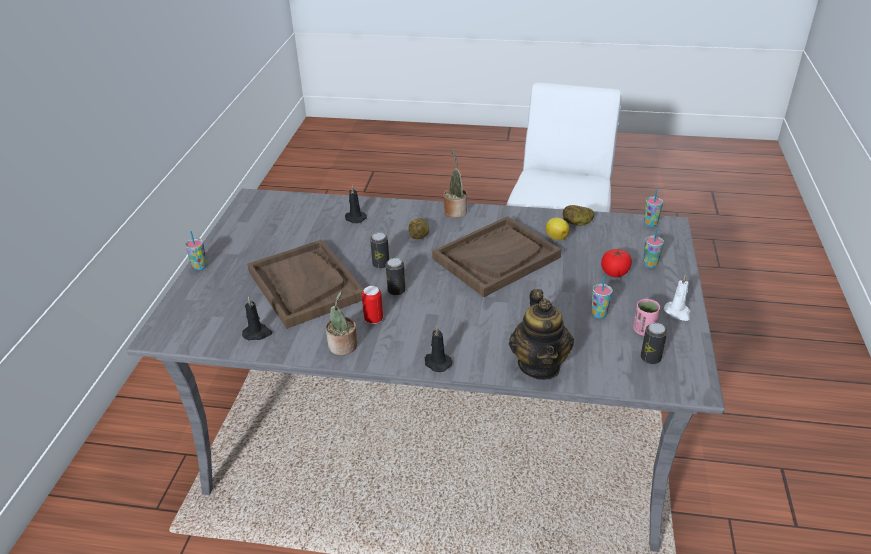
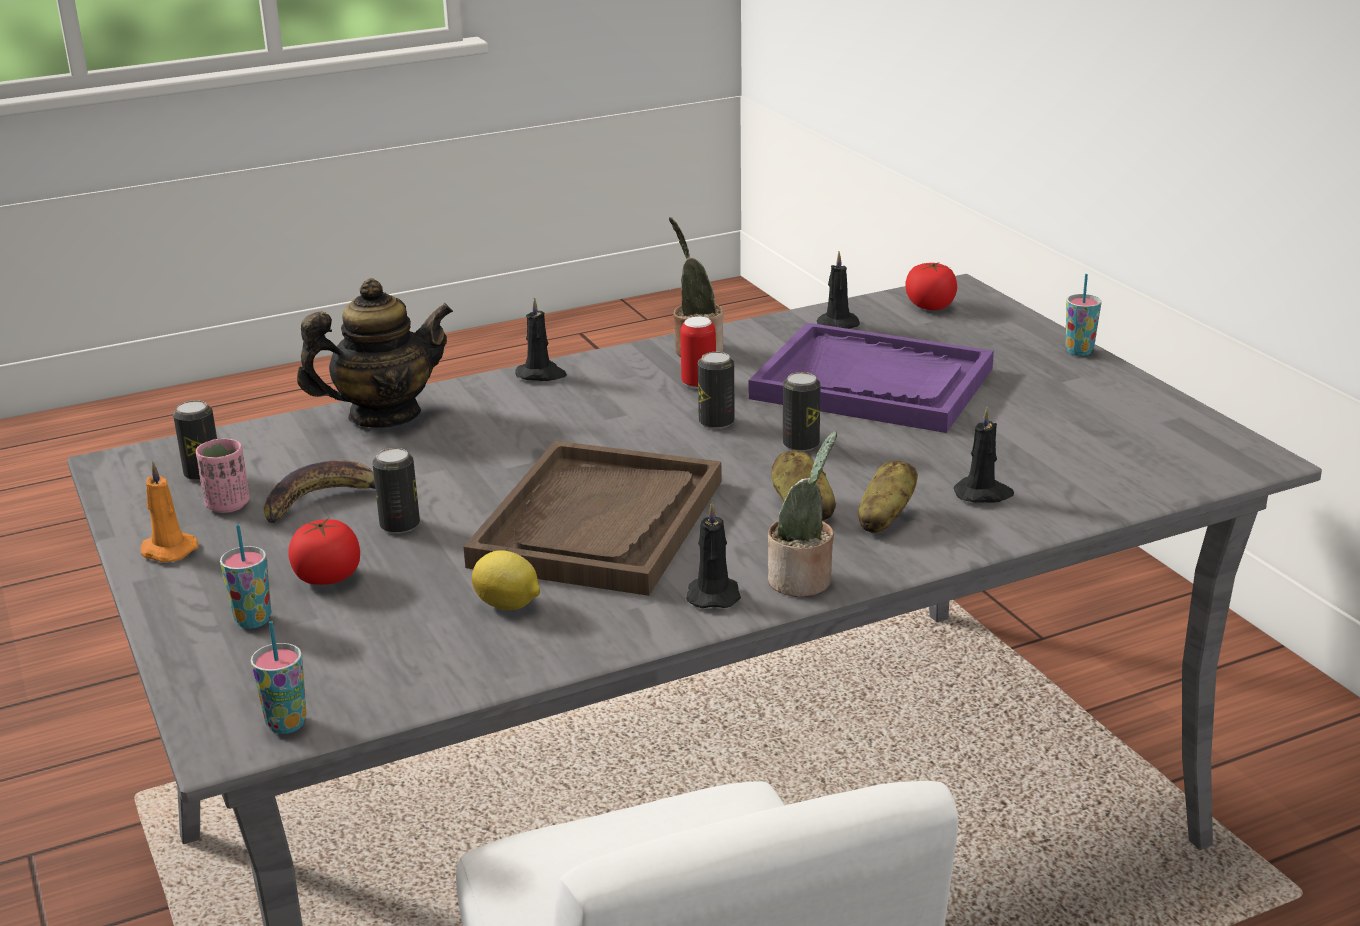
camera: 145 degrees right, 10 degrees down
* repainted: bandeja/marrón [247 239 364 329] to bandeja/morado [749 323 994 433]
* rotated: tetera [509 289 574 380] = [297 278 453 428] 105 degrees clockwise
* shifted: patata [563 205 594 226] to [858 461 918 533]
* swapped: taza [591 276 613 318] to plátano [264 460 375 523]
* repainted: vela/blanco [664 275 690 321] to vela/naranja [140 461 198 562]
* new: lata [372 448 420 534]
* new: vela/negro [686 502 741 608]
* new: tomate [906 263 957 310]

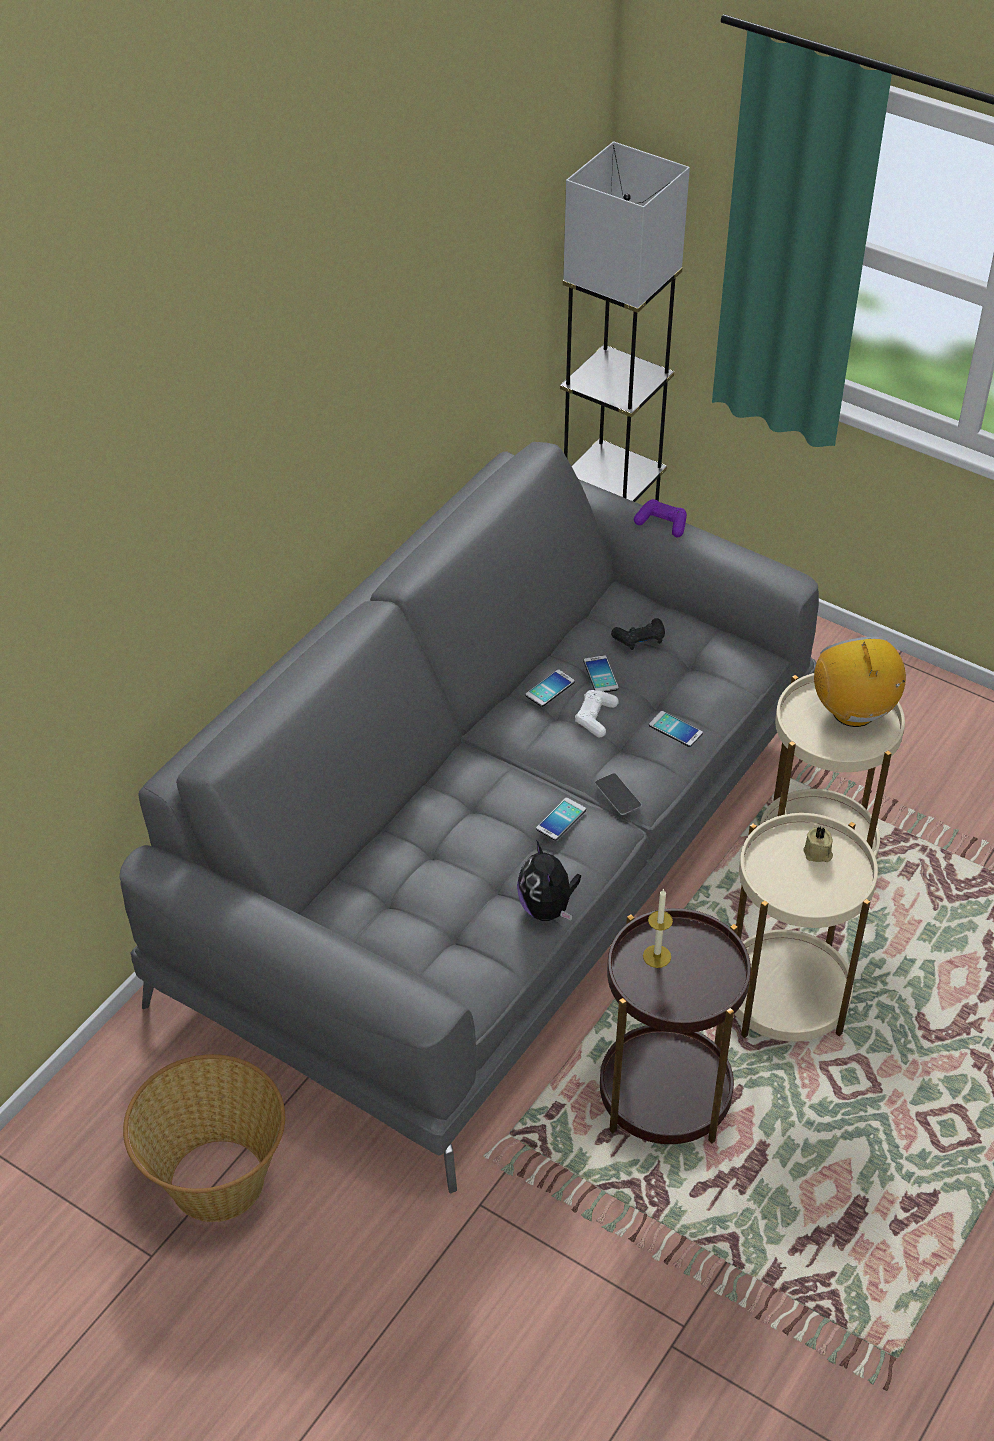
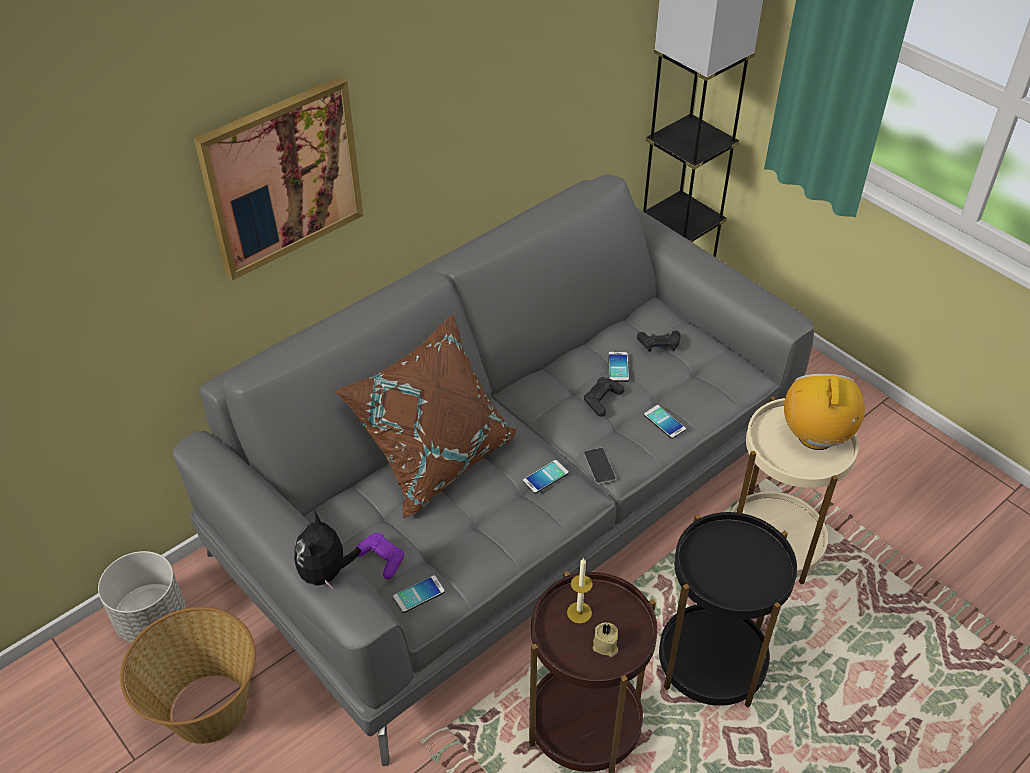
camera: 15 degrees right, 0 degrees up
* shifted: peluche [517 840 581 921] to [294 511 362 590]
* shifted: móvil [525 669 575 707] to [393 575 445 613]
* repainted: mando de consola/blanco [575 690 619 737] to mando de consola/negro [584 377 625 417]
* shifted: mando de consola/morado [634 499 687 537] to [355 533 404 579]
* repainted: mesa auxiliar/beis [734 813 878 1042] to mesa auxiliar/negro [659 512 797 708]
* shifted: vela/beis [803 826 833 862] to [593 622 618 657]
* new: maceta/gris [98 551 185 643]
* new: cuadro [194 77 363 281]
* new: cojín/marrón [334 313 517 519]

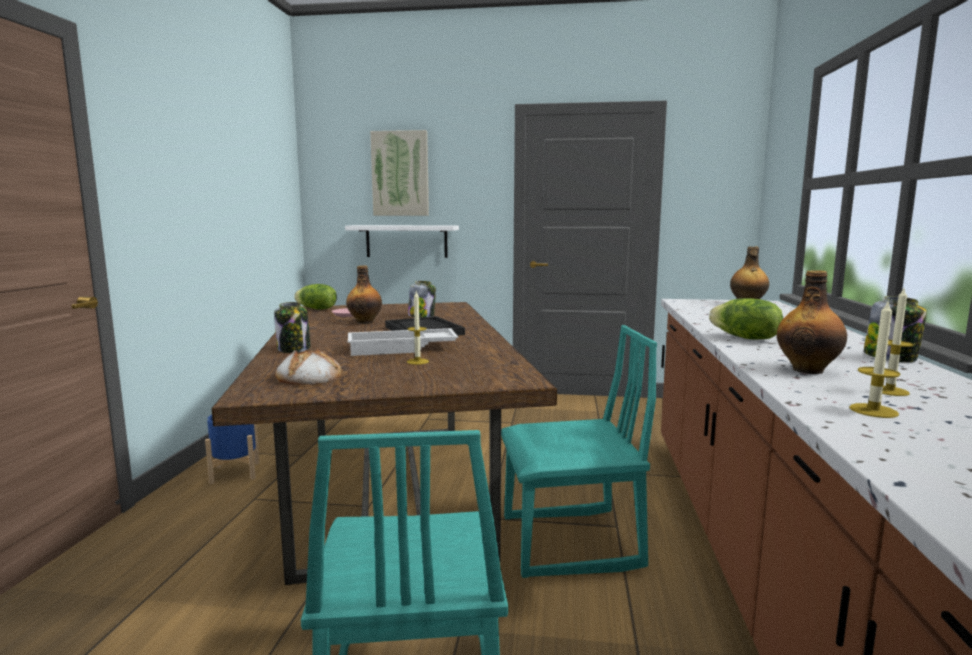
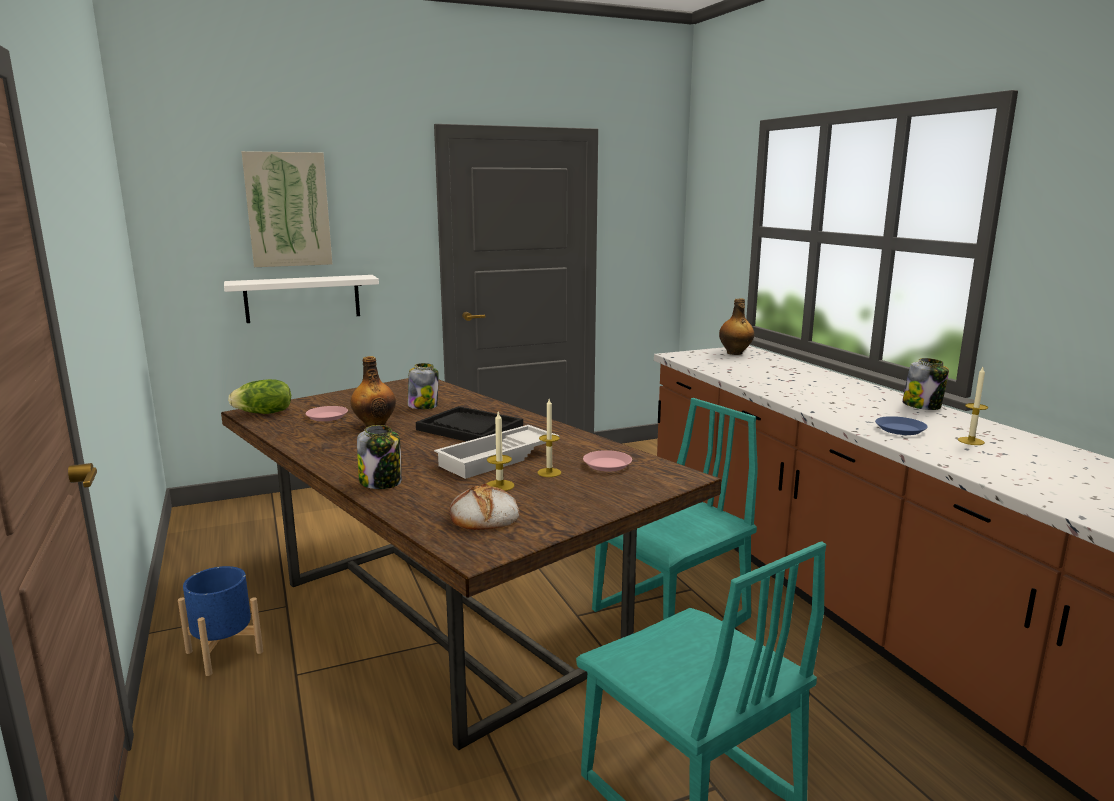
camera: 30 degrees left, 5 degrees up
* gone: lechuga [709 298 783 340]
* swapped: botella [777 270 847 374] to plato/azul [875 416 927 435]
* shifted: vela [849 302 901 418] to [487 412 514 491]
* new: plato/rosa [583 450 632 471]

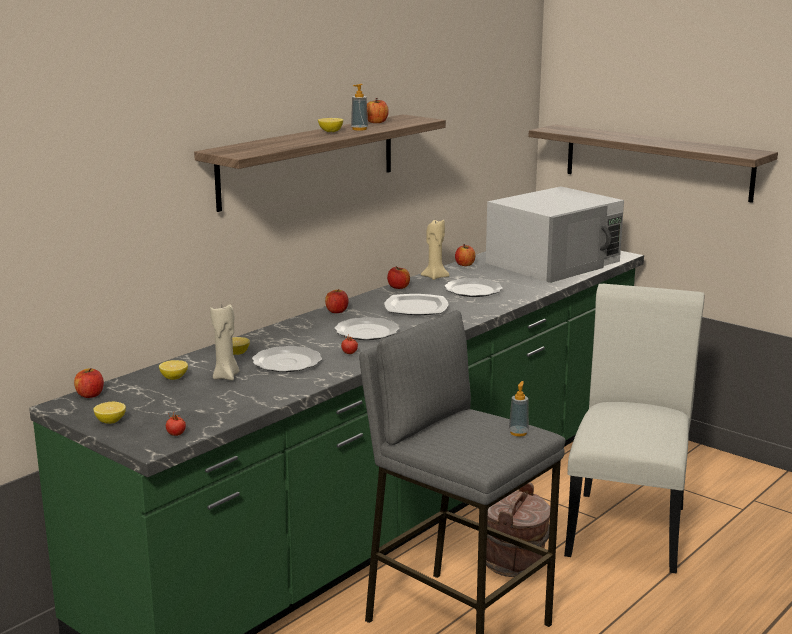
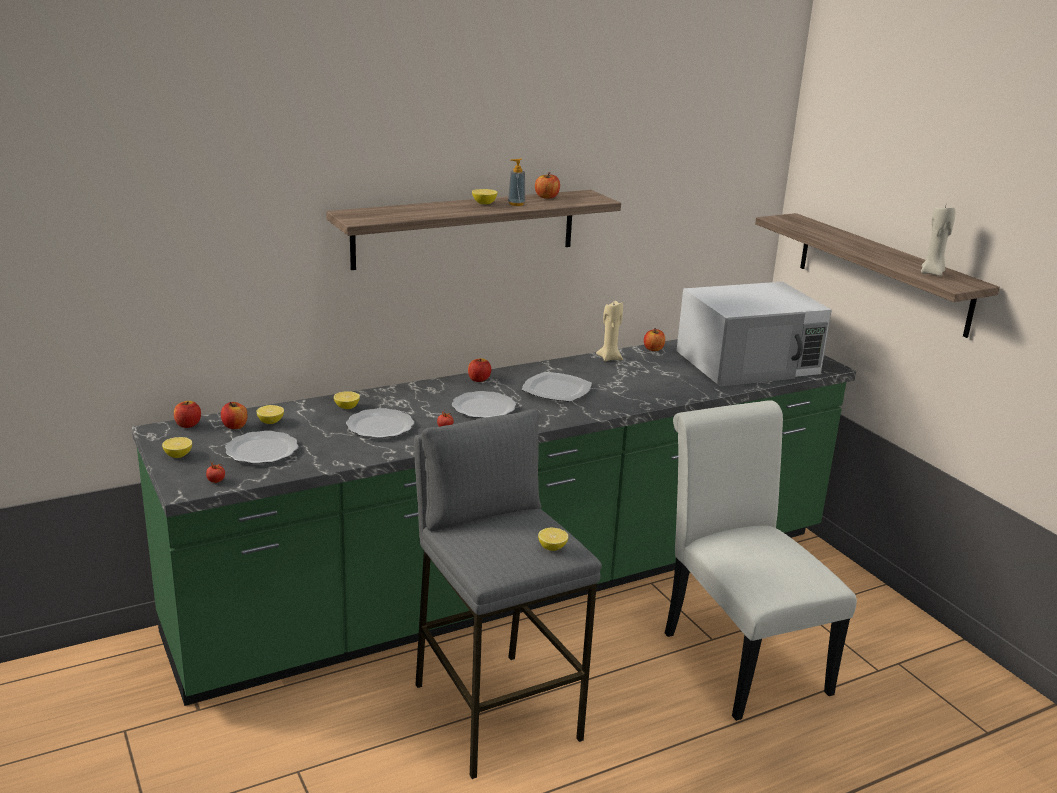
camera: 20 degrees right, 5 degrees up
* shifted: vela/beis [210 304 239 380] to [921 206 955 276]
* shifted: manzana [387 266 410 289] to [221 402 247 429]
* shifted: plato [444 278 502 297] to [225 431 298 464]
* gone: cubo/marrón [486 482 550 577]
* swapped: dispensador de jabón [509 381 529 436] to limón [538 528 568 551]
* rotated: silla/blanco [564 284 704 573] = [665 400 857 721] 60 degrees counterclockwise

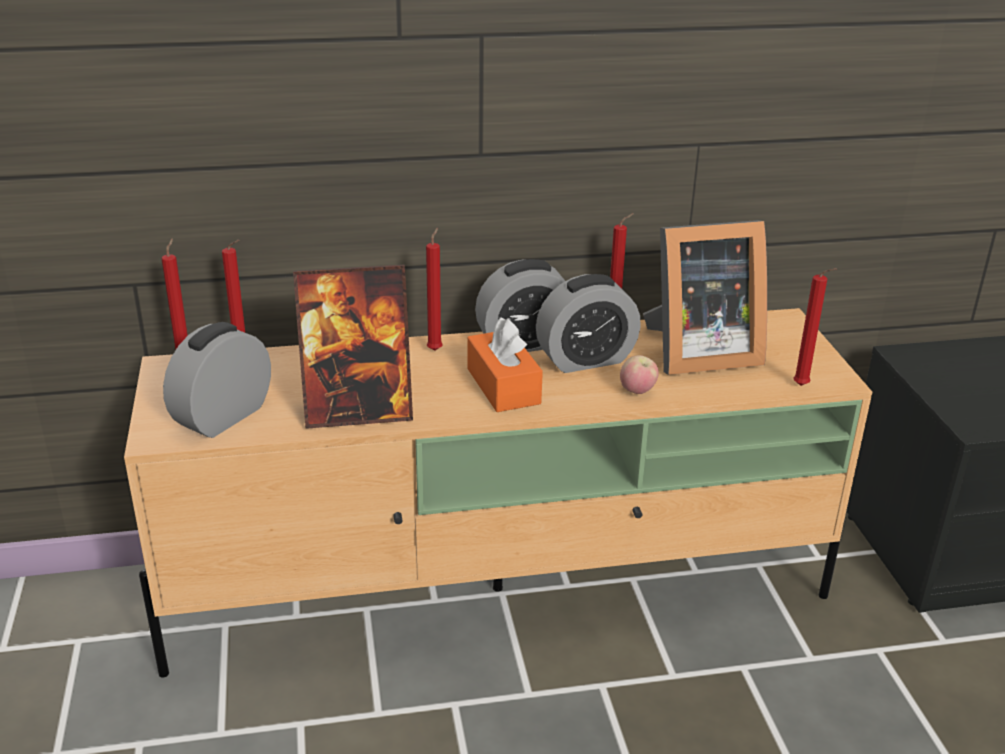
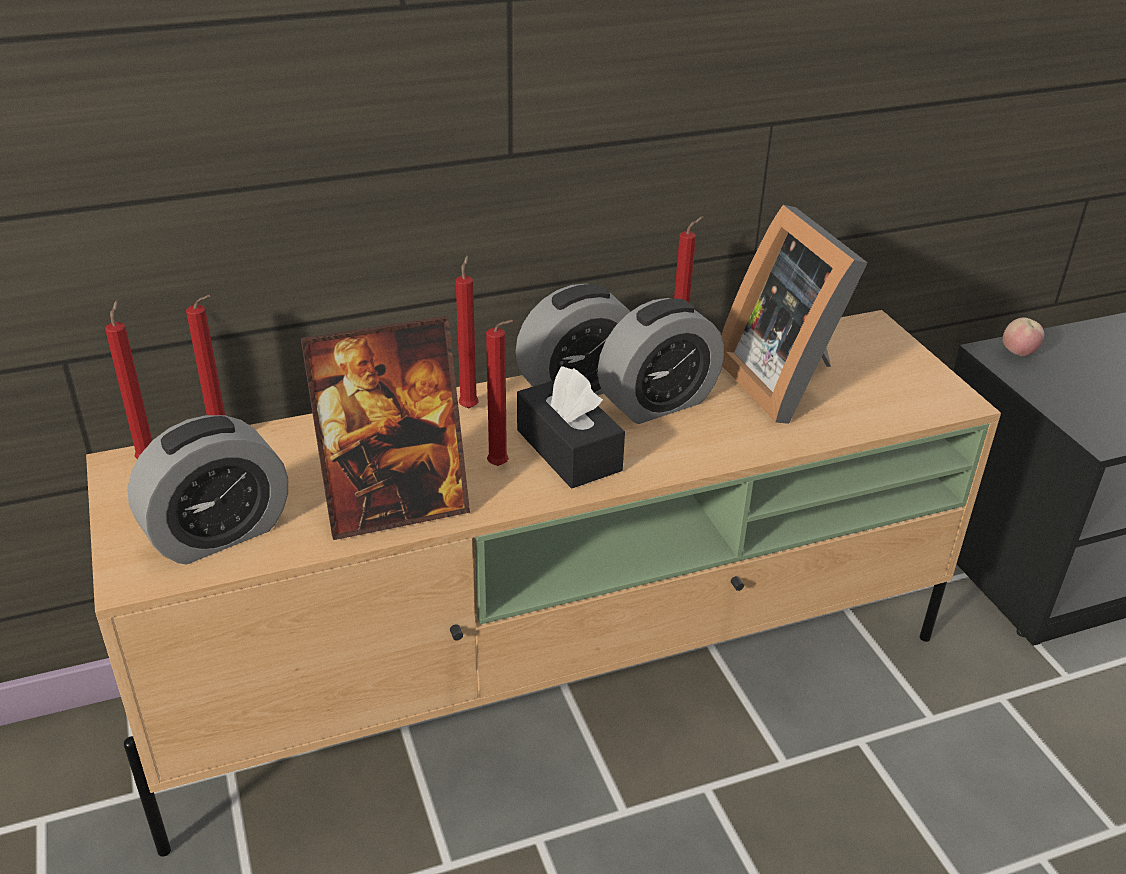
camera: 10 degrees left, 5 degrees up
* rotated: despertador [163 322 271 438] = [127 415 288 565] 150 degrees counterclockwise
* repainted: caja de pañuelos/naranja [467 317 543 412] to caja de pañuelos/negro [517 366 625 489]
* shifted: manzana [620 355 659 394] to [1003 317 1044 356]
* rotated: portarretratos [643 220 767 375] = [721 205 868 424] 90 degrees clockwise
* shifted: vela/rojo [793 268 837 386] to [486 320 513 466]

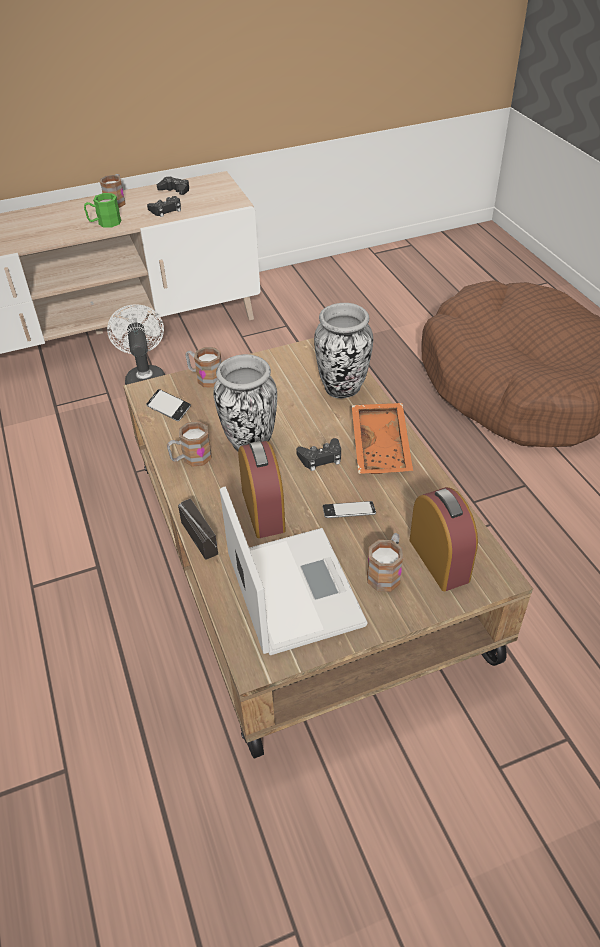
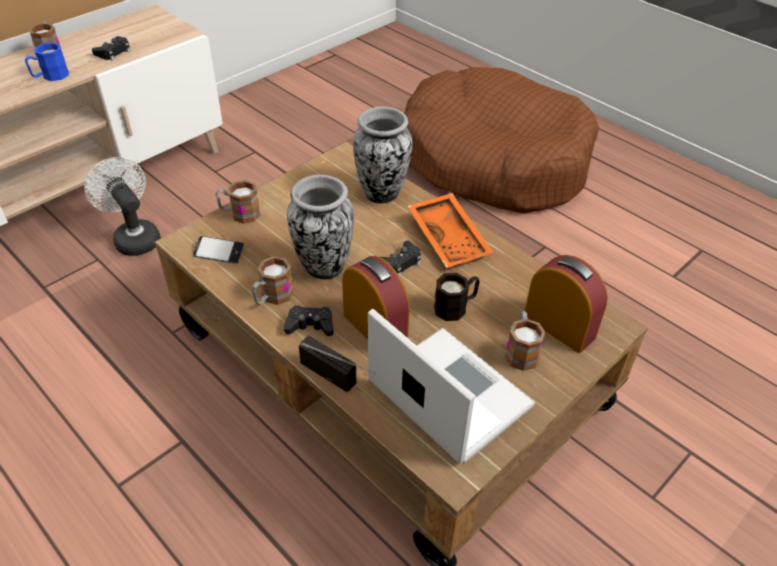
camera: 25 degrees left, 0 degrees up
* repainted: taza grande/verde [84 193 121 227] to taza grande/azul [25 42 69 81]
* shifted: mando de consola/negro [157 176 189 195] to [284 306 334 336]
* swapped: móvil [323 501 376 518] to taza grande/negro [434 273 480 321]

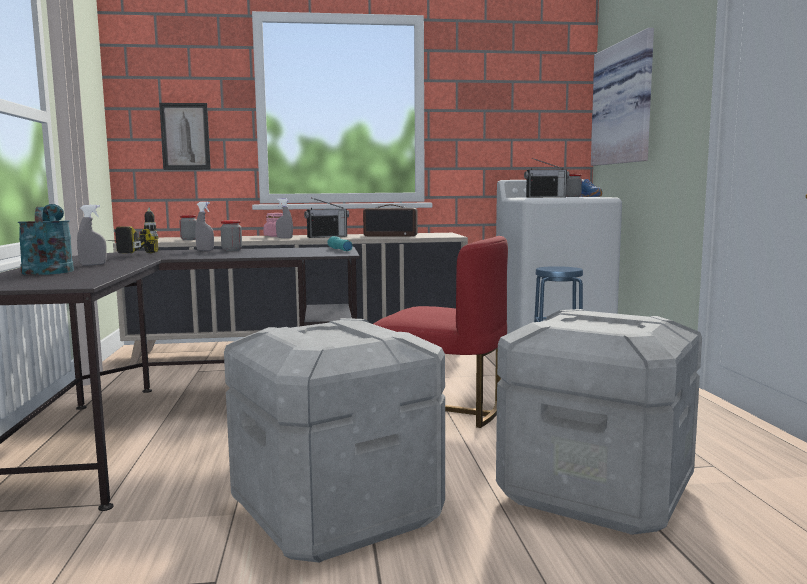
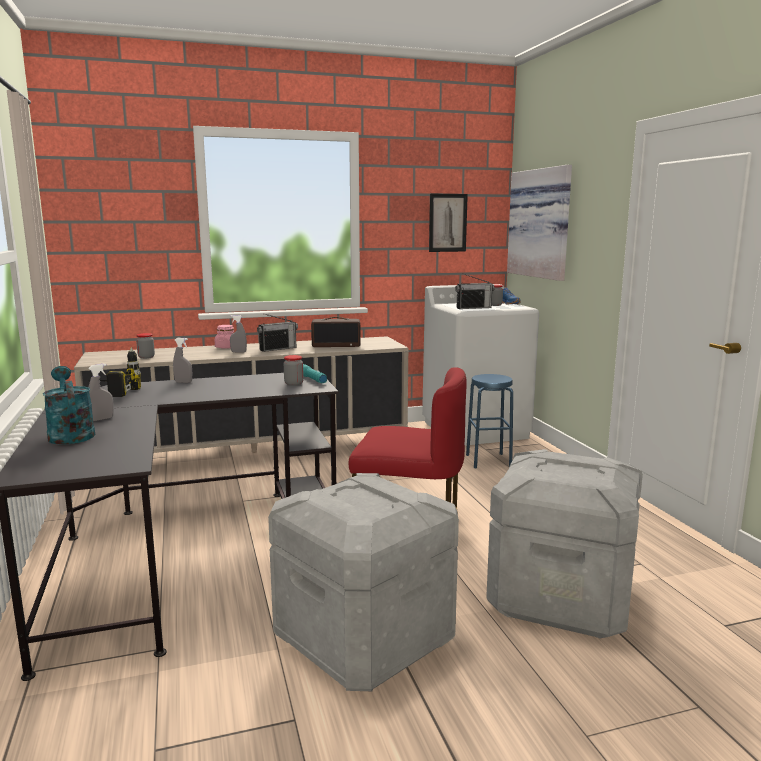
camera: 10 degrees left, 5 degrees up
* shifted: cuadro [159 103 211 170] to [429 193 468 252]
* shifted: tarro [220 220 242 251] to [284 355 304 386]

